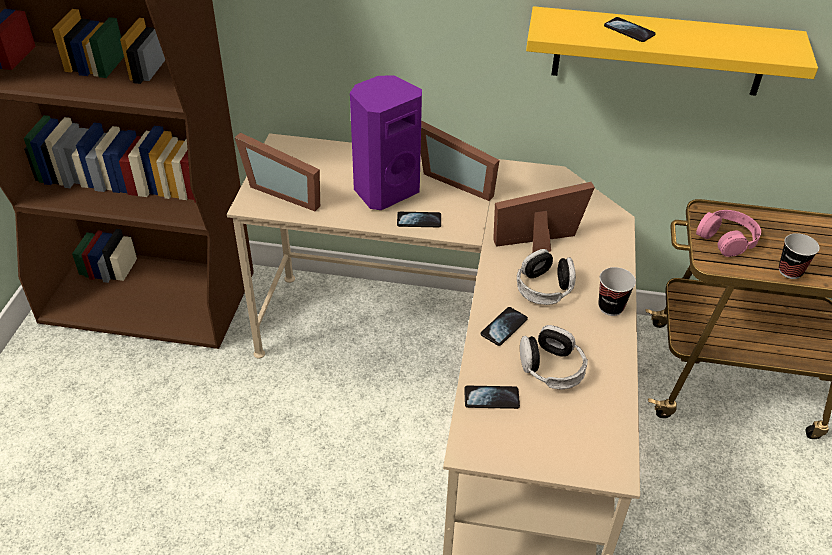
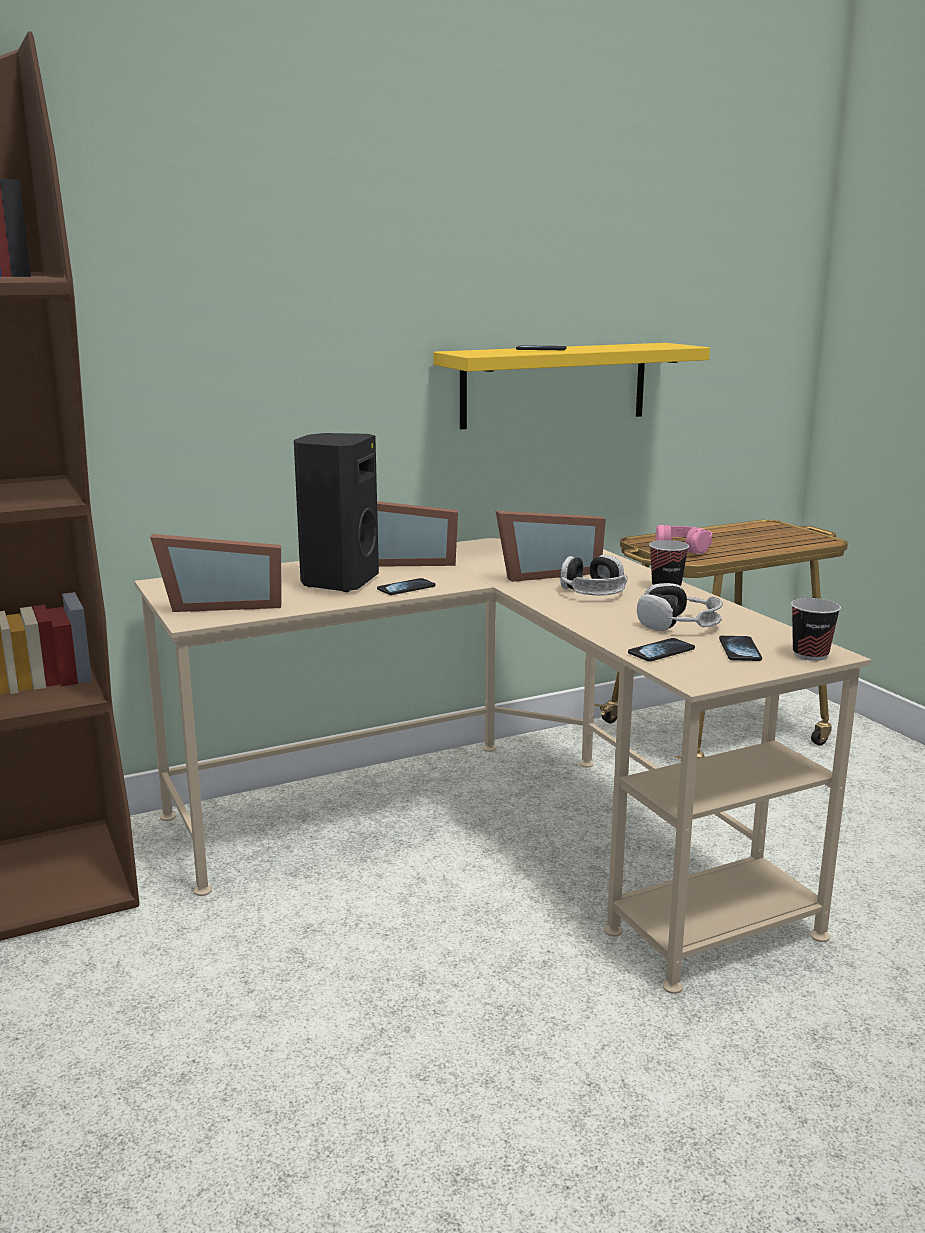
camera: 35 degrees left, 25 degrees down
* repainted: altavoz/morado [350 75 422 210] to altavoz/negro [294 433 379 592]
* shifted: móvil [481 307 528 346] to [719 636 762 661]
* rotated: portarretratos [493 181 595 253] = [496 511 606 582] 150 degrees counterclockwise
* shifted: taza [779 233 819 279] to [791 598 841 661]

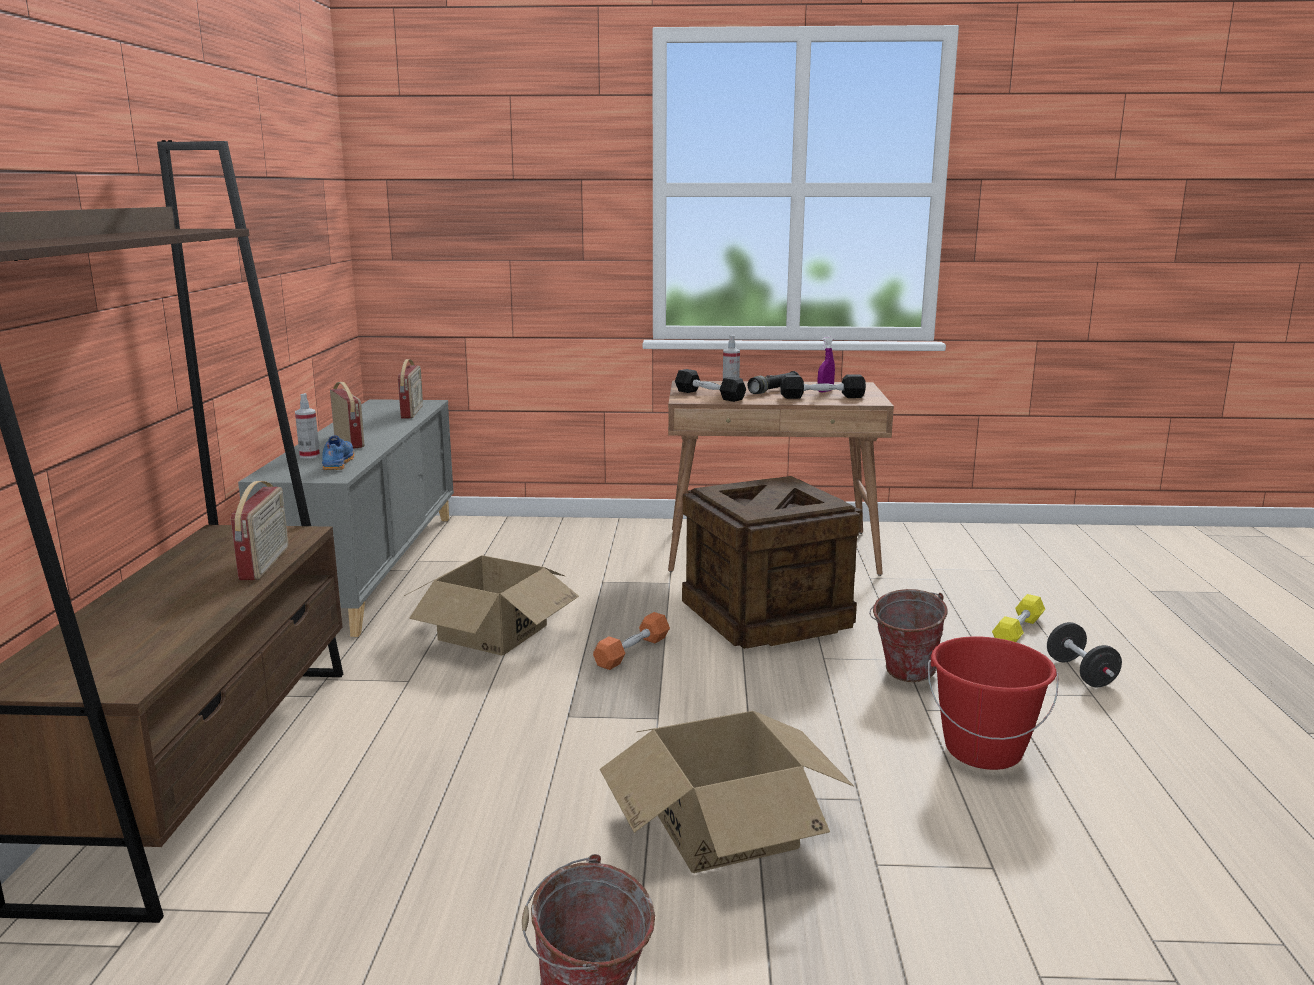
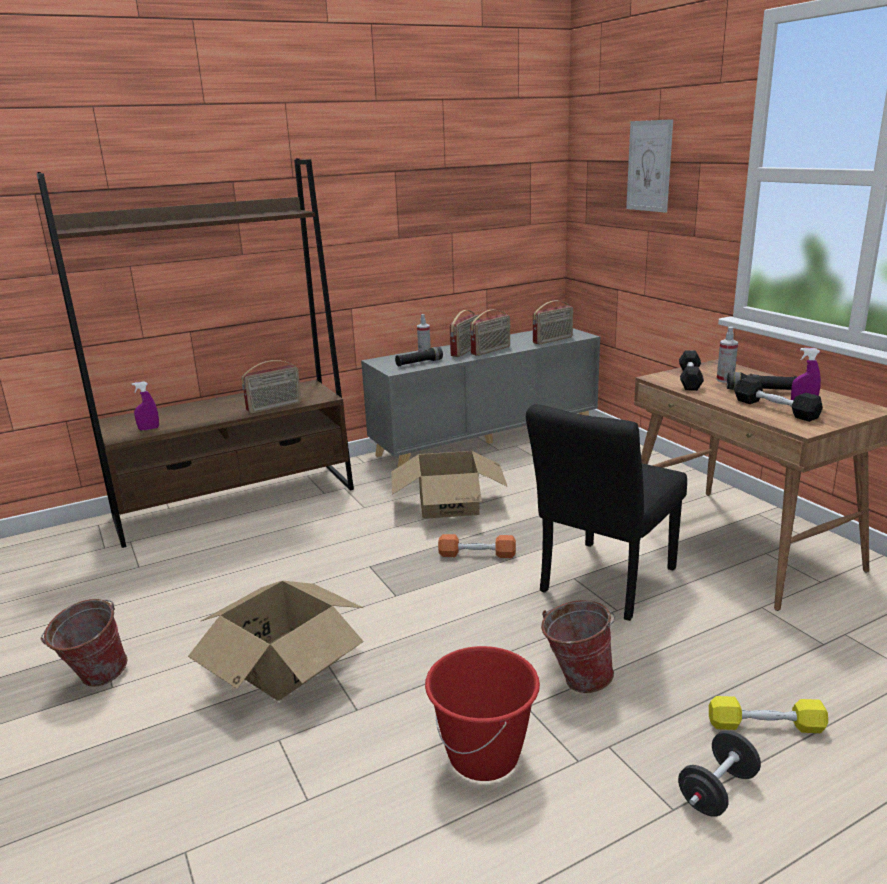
camera: 60 degrees right, 5 degrees up
* swapped: zapato/azul [322 435 354 470] to linterna/negro [395 347 443 366]
* swapped: caja de embalaje [682 476 863 649] to silla/negro [526 404 687 621]
* new: pulverizador/morado [131 381 159 430]
* new: radio [470 310 510 356]
* new: cuadro [626 119 673 213]

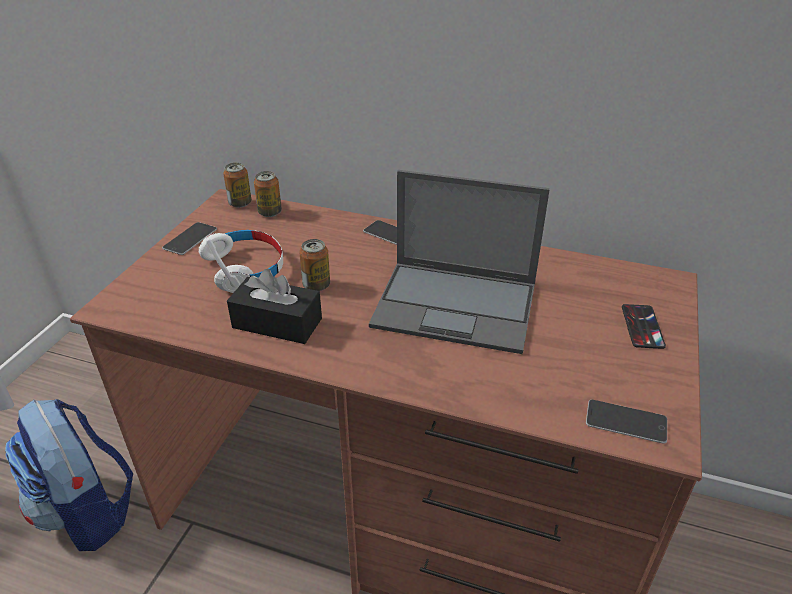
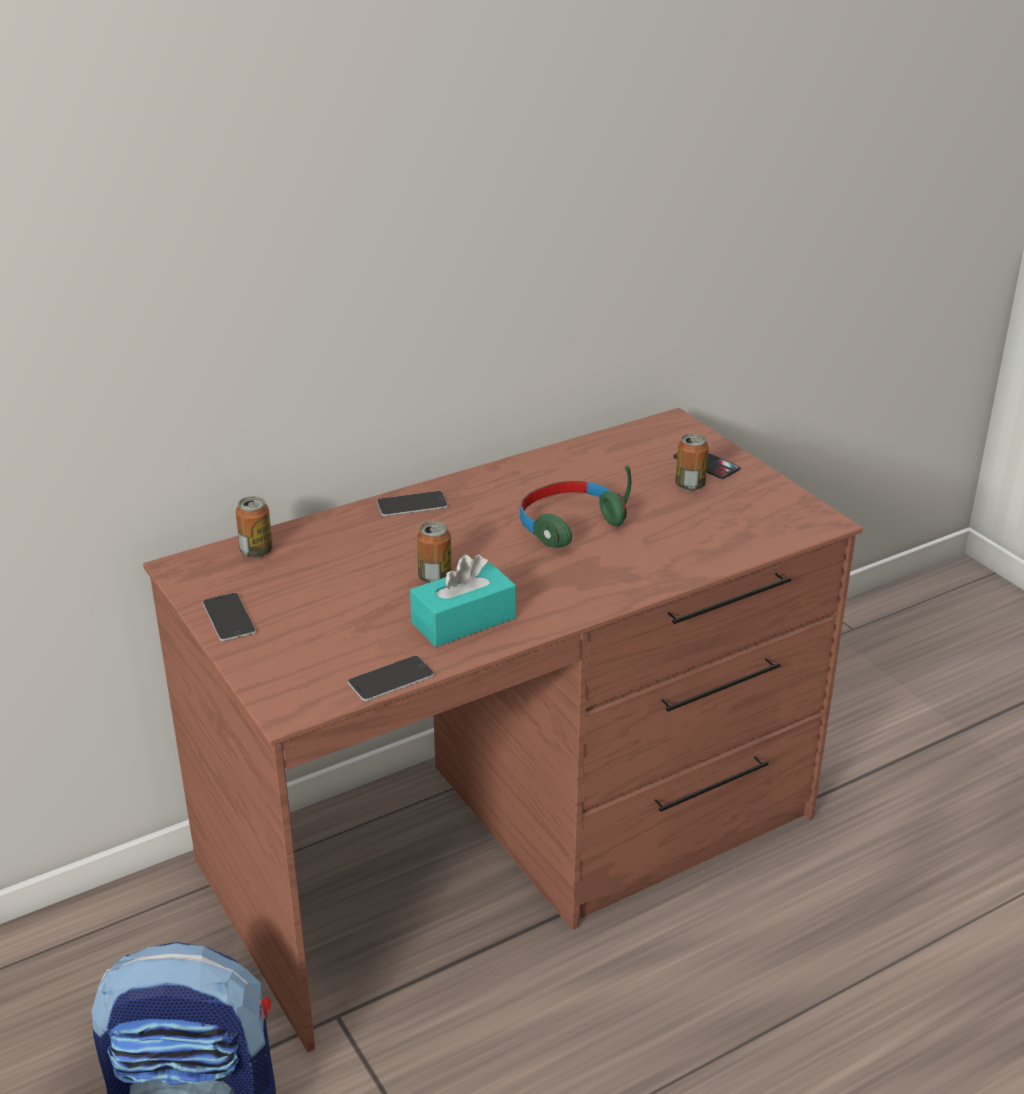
camera: 50 degrees left, 5 degrees down
* gone: auriculares/blanco [199 230 283 293]
* shifted: lata [223 163 252 208] to [675 433 709 491]
* repainted: caja de pañuelos/negro [227 269 322 344] to caja de pañuelos/turquesa [410 554 516 647]
* swapped: portátil [369 170 550 354] to auriculares/verde [520 465 631 548]
* shifted: móvil [586 400 667 444] to [348 656 434 701]

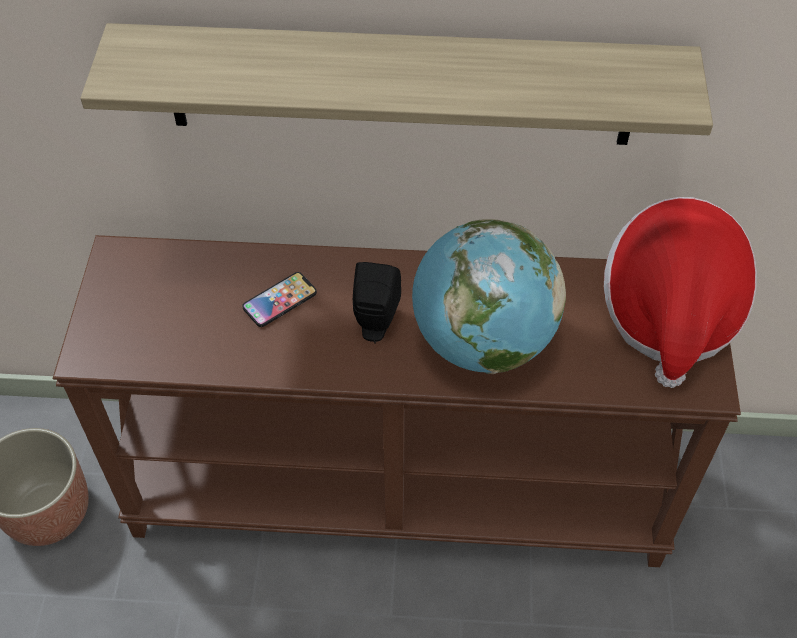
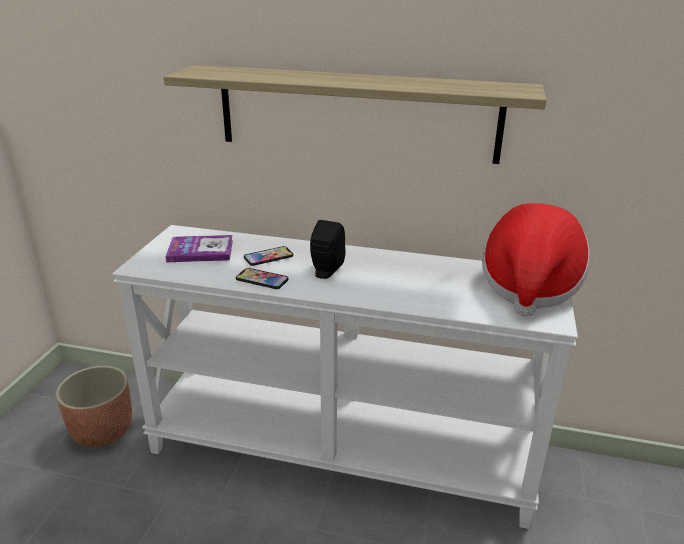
camera: 10 degrees right, 25 degrees down
* repainted: mesa consola/marrón [53 235 741 567] to mesa consola/blanco [112 225 578 529]
* gone: globo terráqueo [412 219 566 374]
* new: libro [166 235 233 262]
* new: móvil [236 268 289 289]

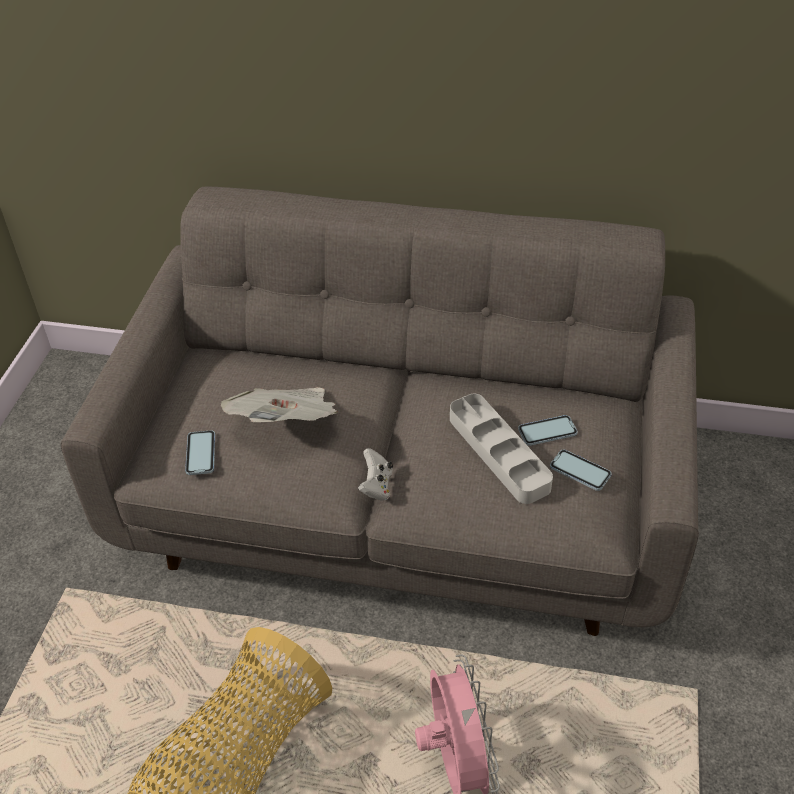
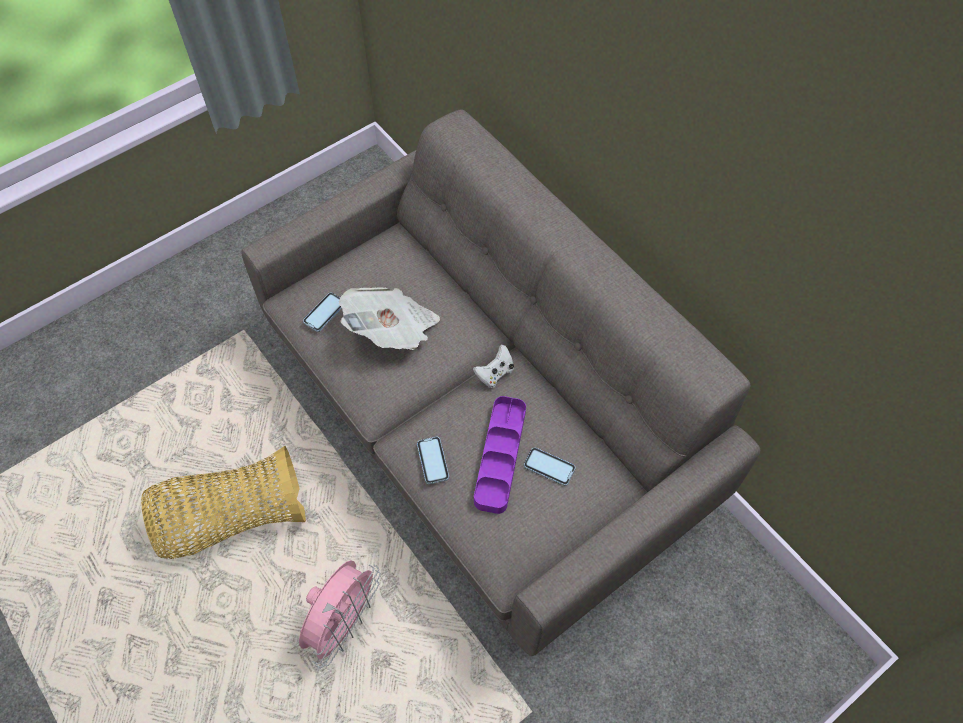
camera: 40 degrees right, 15 degrees up
* shifted: mando de consola/blanco [358 448 393 501] to [473 345 514 388]
* repainted: bandeja/gris [450 394 553 504] to bandeja/morado [474 396 526 514]
* shifted: móvil [550 450 612 491] to [417 437 449 484]

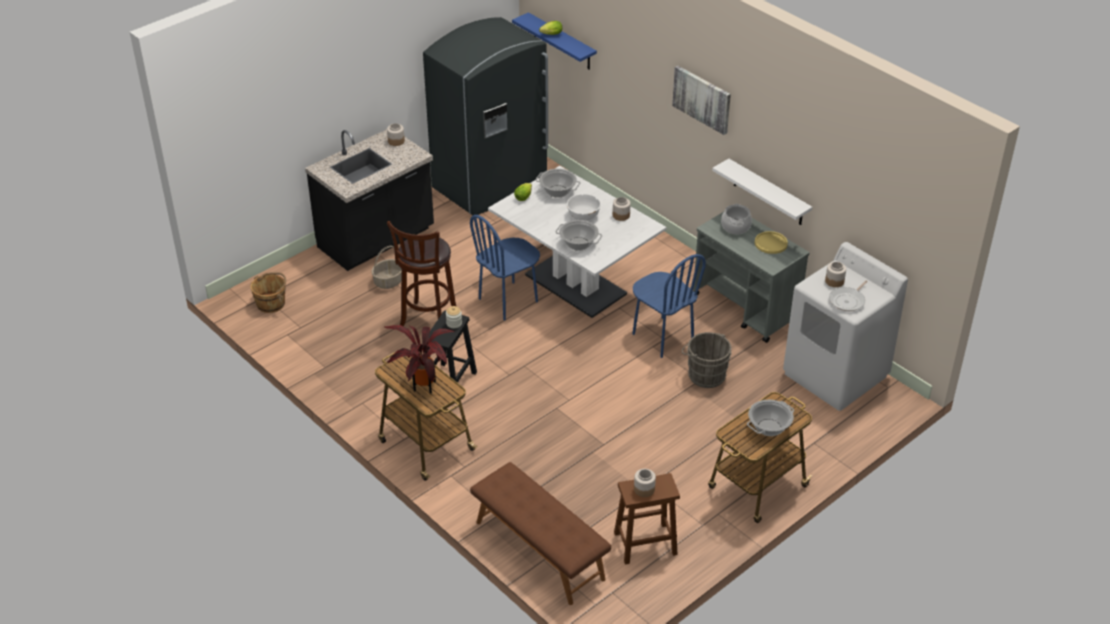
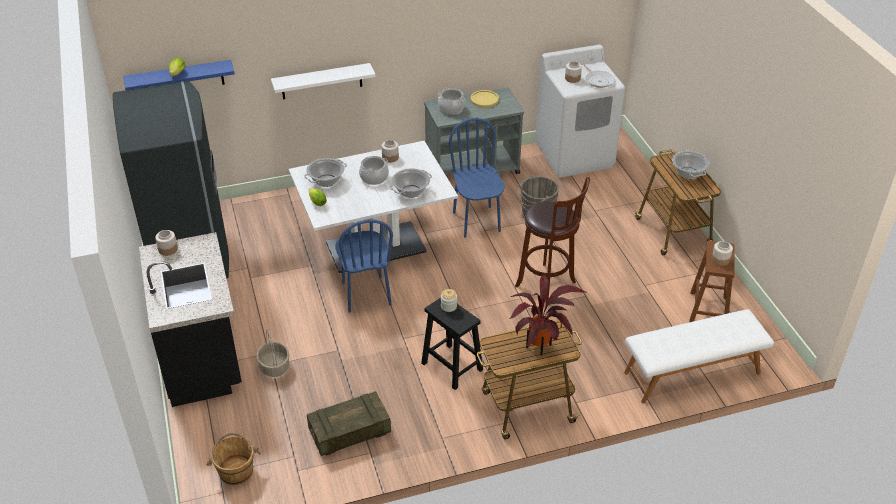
camera: 65 degrees left, 0 degrees up
* shifted: taburete/marrón [387 221 456 326] to [515 177 590 303]
* repainted: banco/marrón [470 462 611 605] to banco/blanco [624 309 774 403]
* swapped: cuenco/blanco [567 194 601 221] to olla [359 156 389 185]
* rotated: silla/azul [633 254 706 358] = [449 118 505 238] 90 degrees counterclockwise
* gone: cuadro [672 66 731 135]
* shifted: estante/blanco [712 159 812 225] to [271 63 376 99]
* new: caja de embalaje [307 391 391 456]

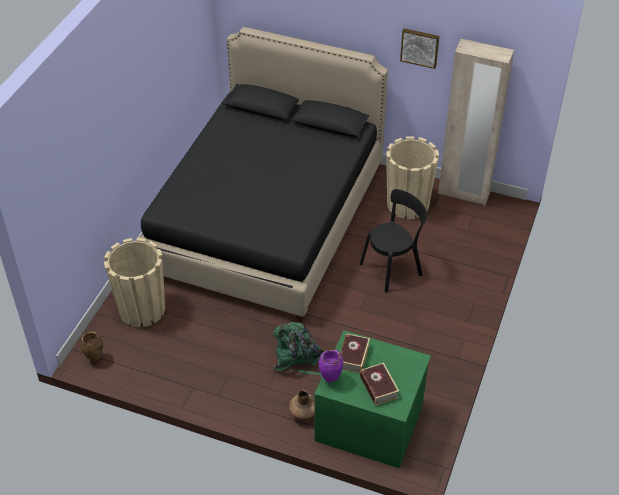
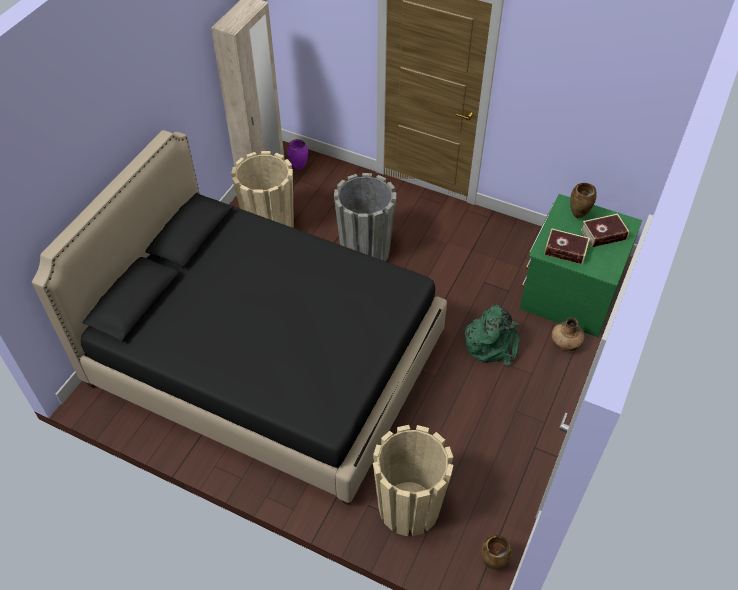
camera: 85 degrees left, 5 degrees up
* shifted: florero/morado [318 350 343 383] to [287 139 308 170]
* swapped: silla/negro [360 189 427 293] to maceta/gris [334 173 396 261]
* gone: cuadro [400 28 439 69]
* new: florero/marrón [570 183 597 218]

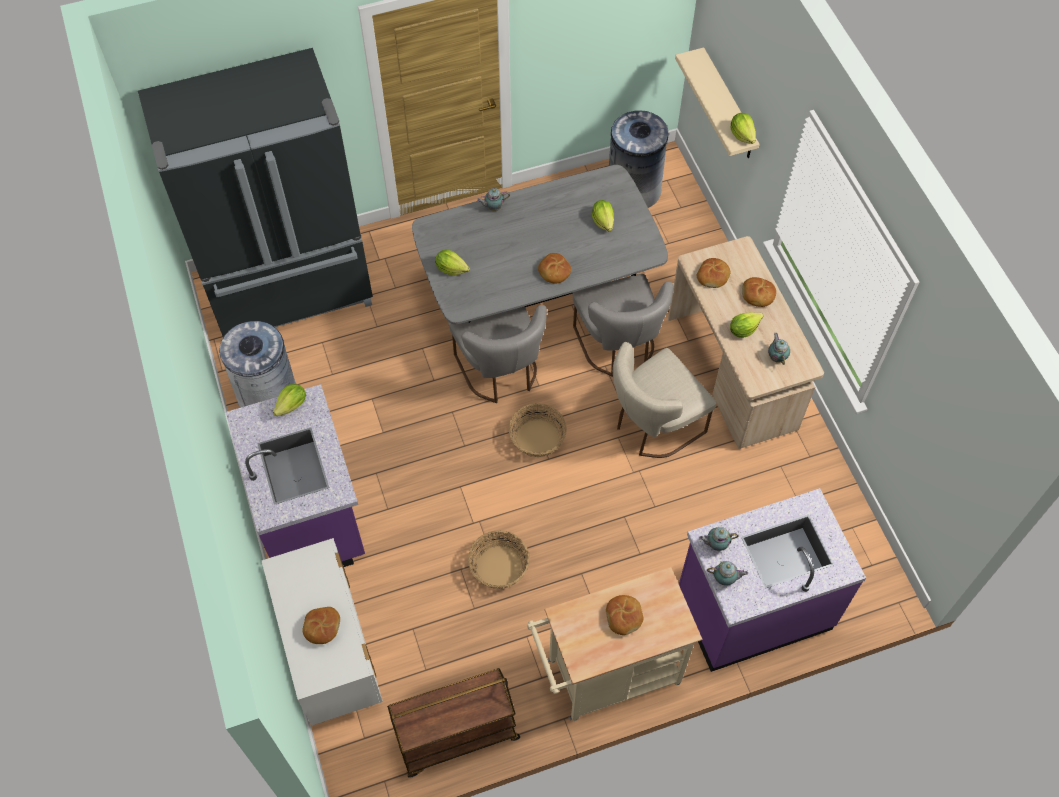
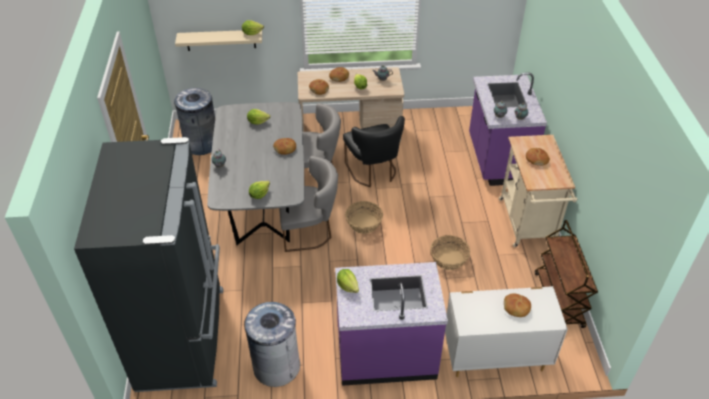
camera: 75 degrees left, 15 degrees down
* repainted: silla/beis [613 342 716 458] to silla/negro [343 116 405 187]

